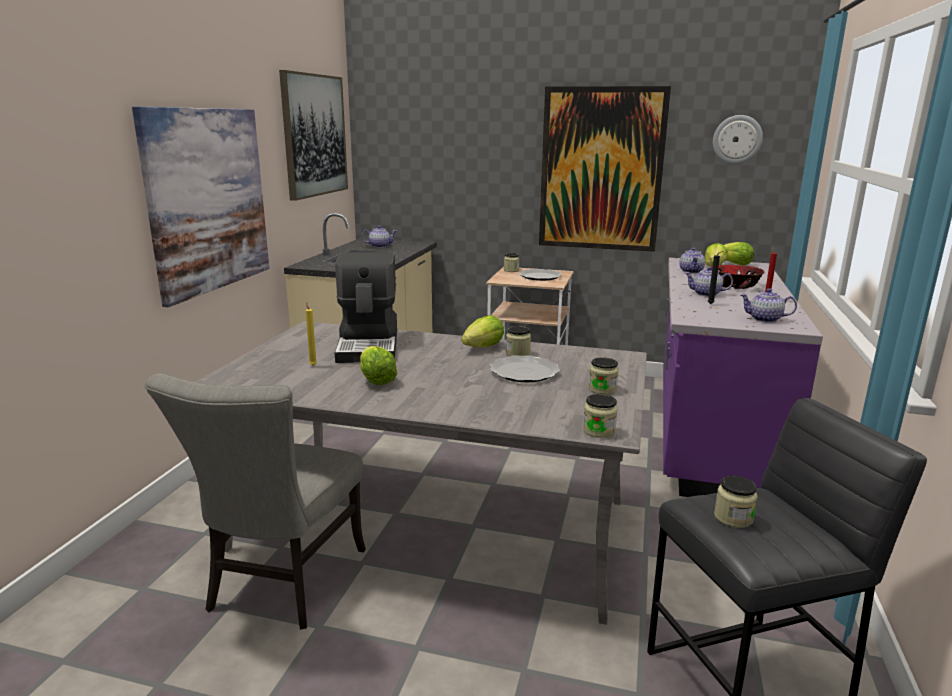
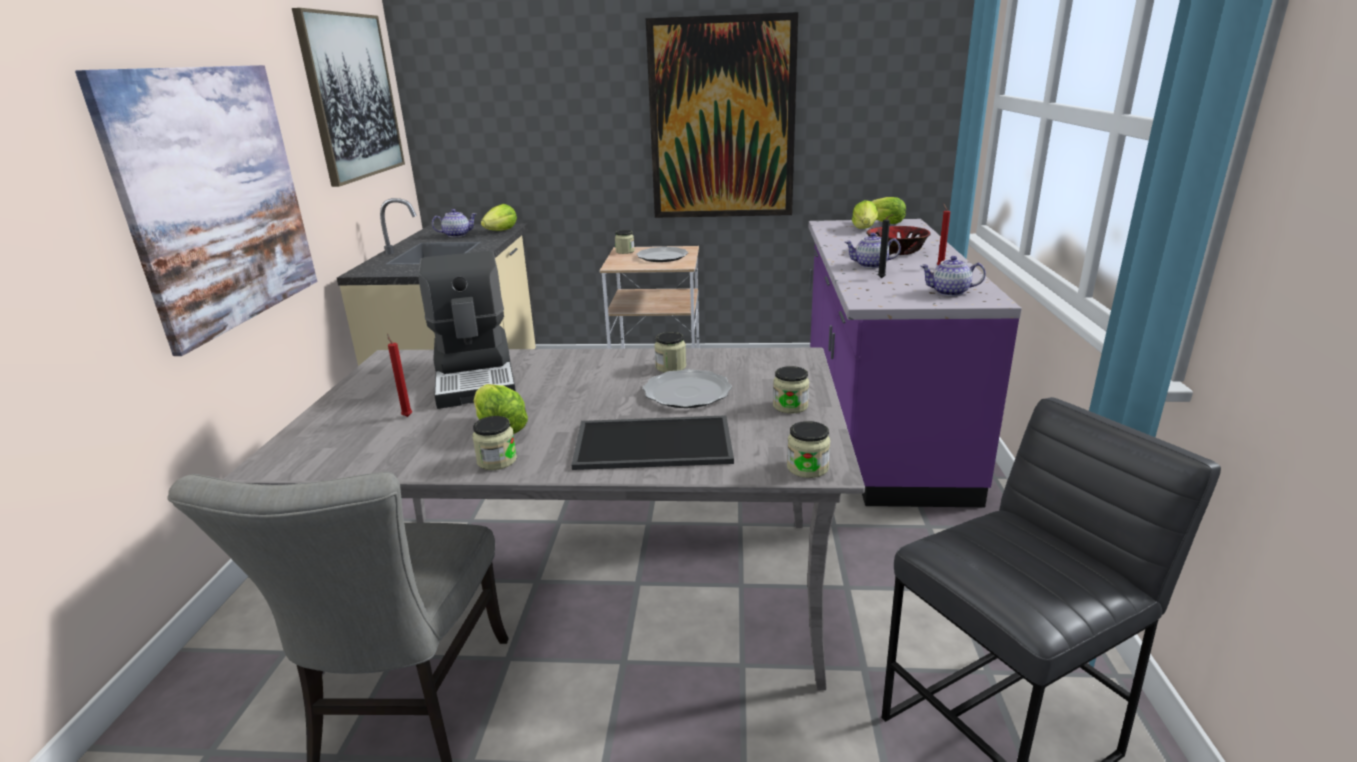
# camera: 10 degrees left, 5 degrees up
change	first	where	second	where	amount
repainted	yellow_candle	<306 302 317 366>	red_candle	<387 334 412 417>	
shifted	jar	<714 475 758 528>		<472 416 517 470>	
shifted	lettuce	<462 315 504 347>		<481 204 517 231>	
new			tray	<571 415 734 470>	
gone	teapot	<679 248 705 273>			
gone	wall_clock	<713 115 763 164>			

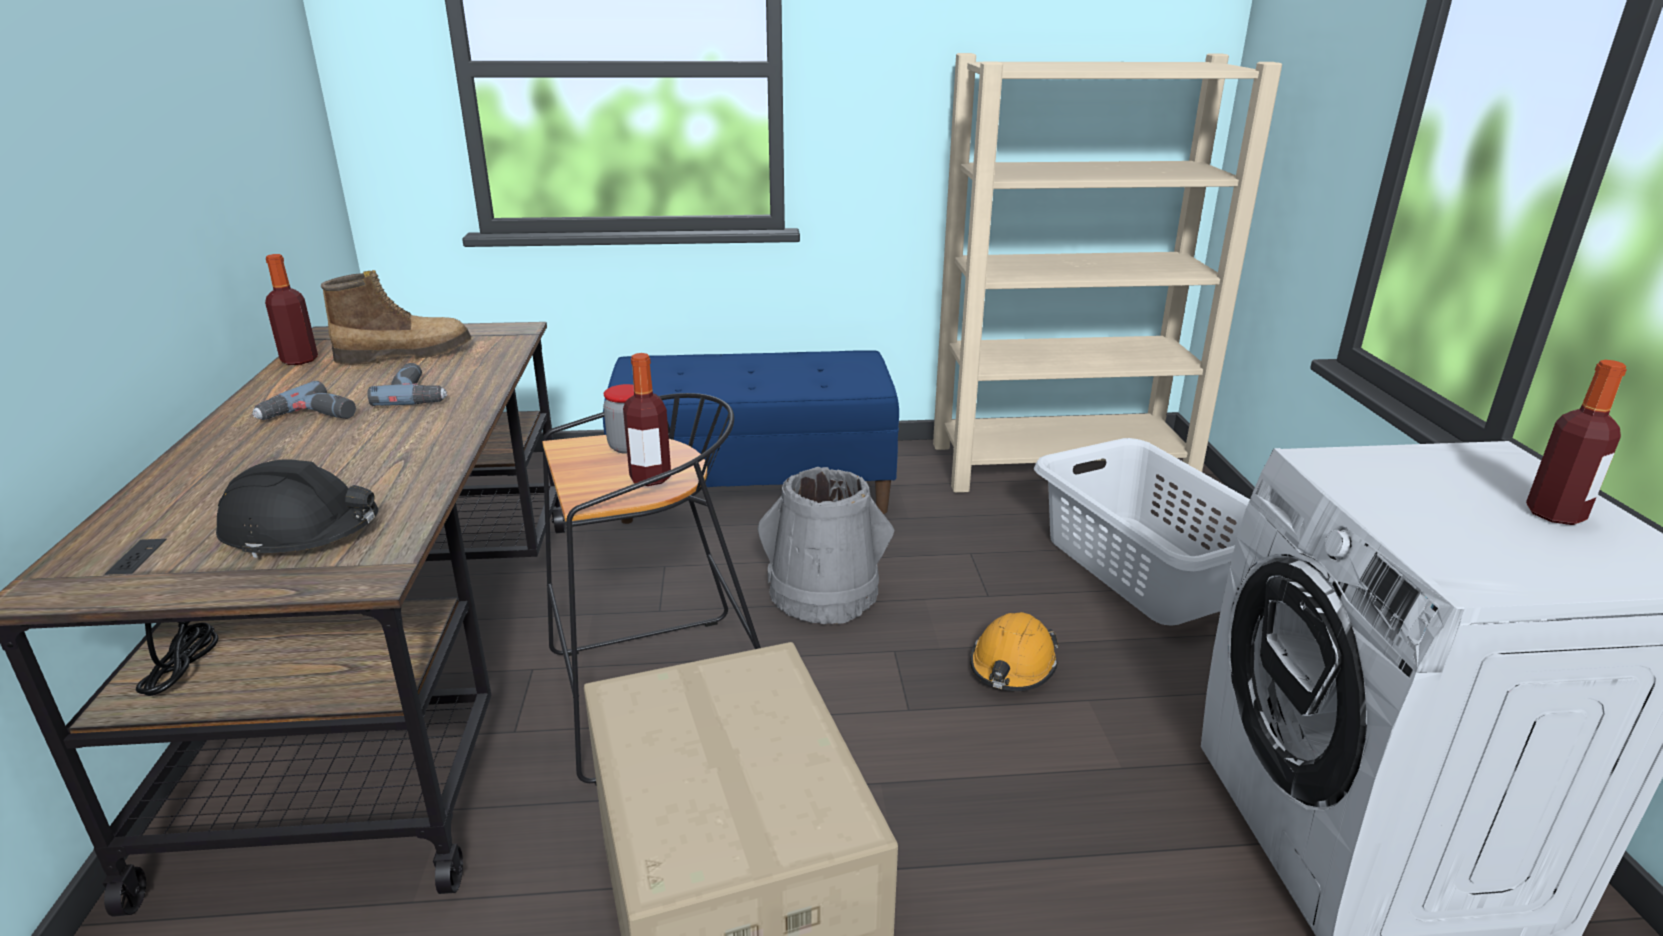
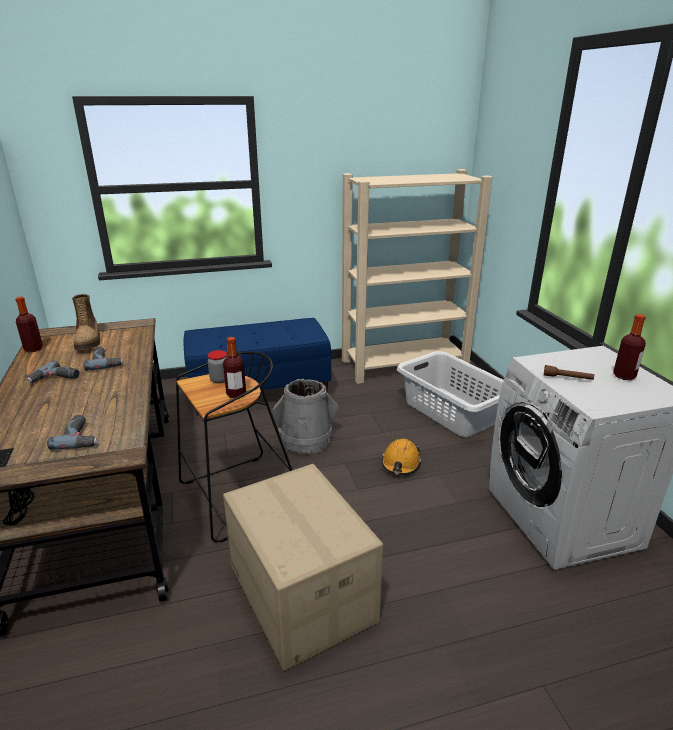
# camera: 10 degrees left, 0 degrees up
change	first	where	second	where	amount
swapped	black_hard_hat	<216 459 378 558>	power_drill	<47 415 99 449>	
rotated	boot	<321 270 471 365>		<72 294 100 350>	105 degrees clockwise
new			brown_flashlight	<544 365 594 380>	

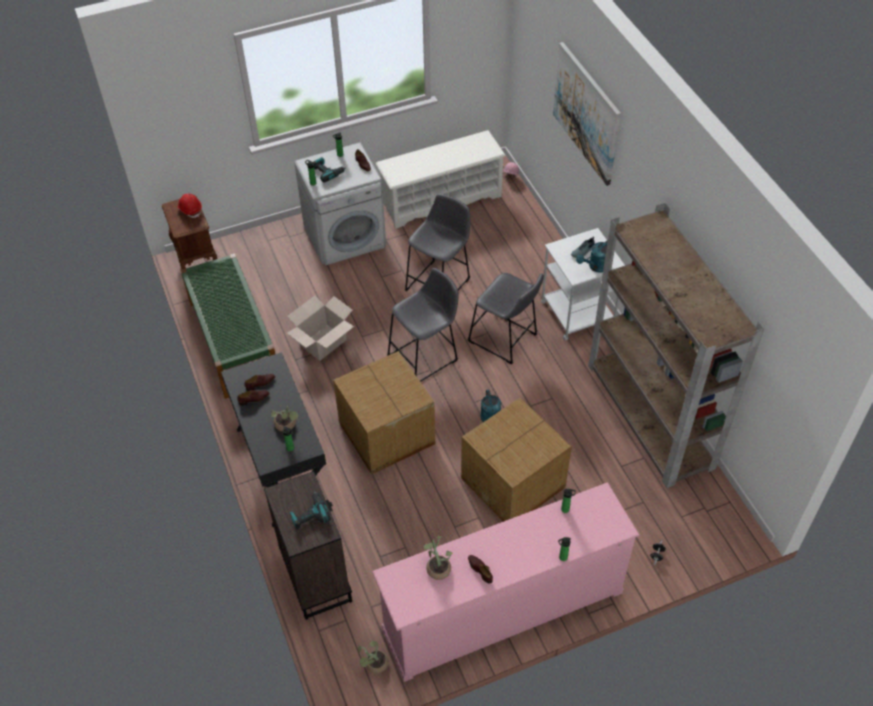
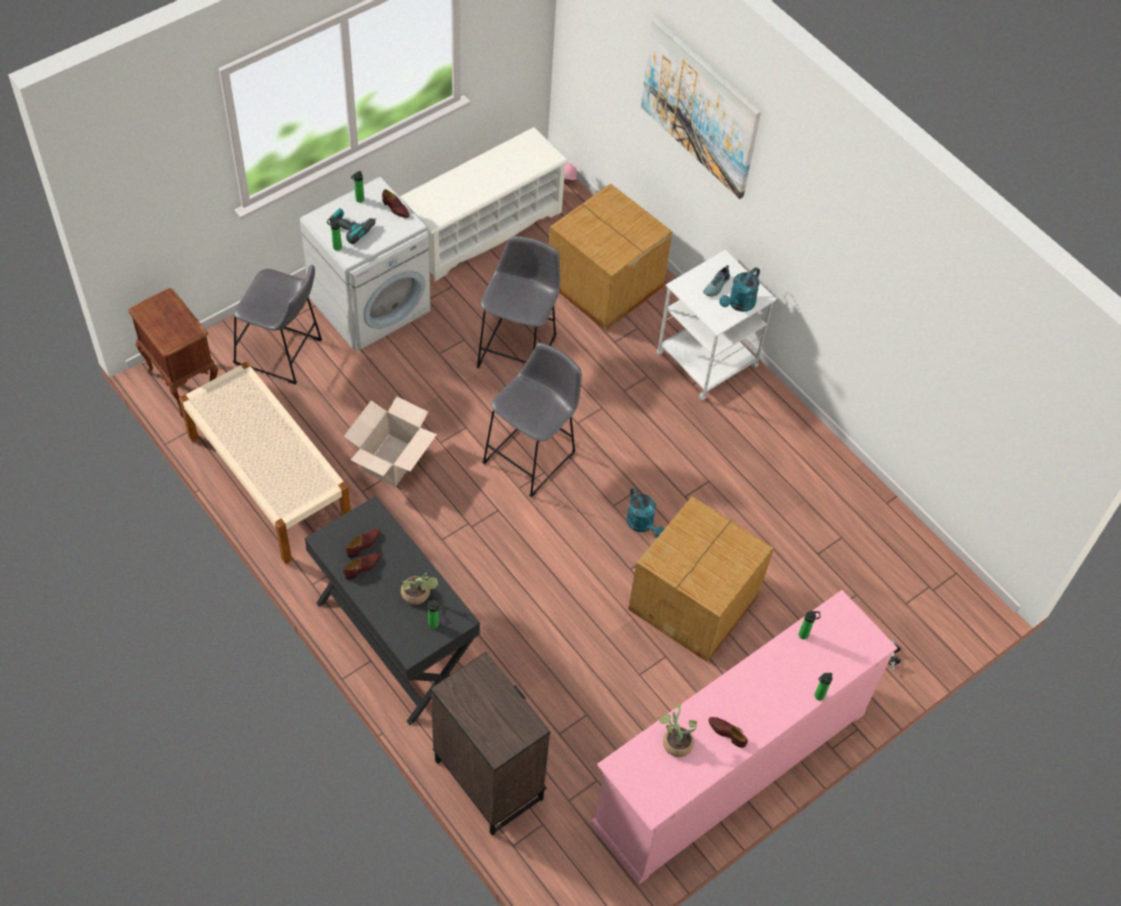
# camera: 20 degrees left, 5 degrees up
change	first	where	second	where	amount
repainted	green_bench	<180 254 275 399>	beige_bench	<179 361 351 564>	
shifted	grey_stool	<467 273 544 364>		<233 265 322 385>	
shifted	cardboard_box	<333 351 435 474>		<549 184 673 331>	
gone	red_hard_hat	<177 193 202 218>			
gone	power_drill	<290 491 331 529>			
gone	potted_plant	<358 641 388 673>			
gone	brown_bookcase	<588 202 764 488>			

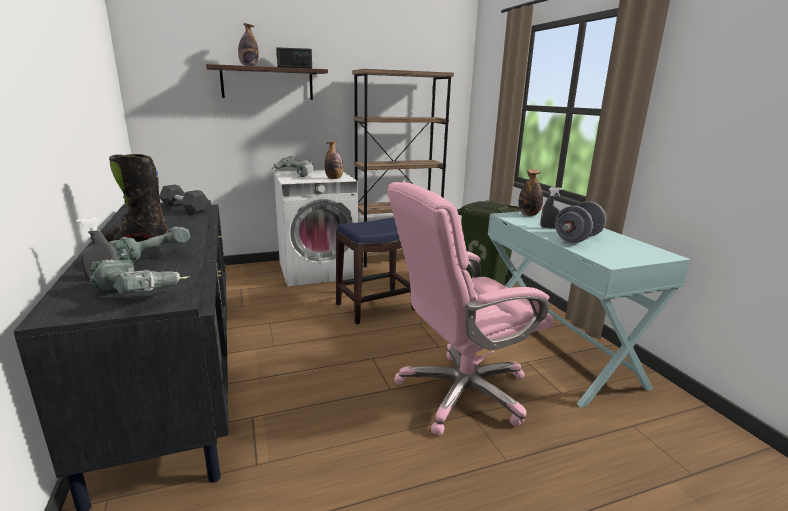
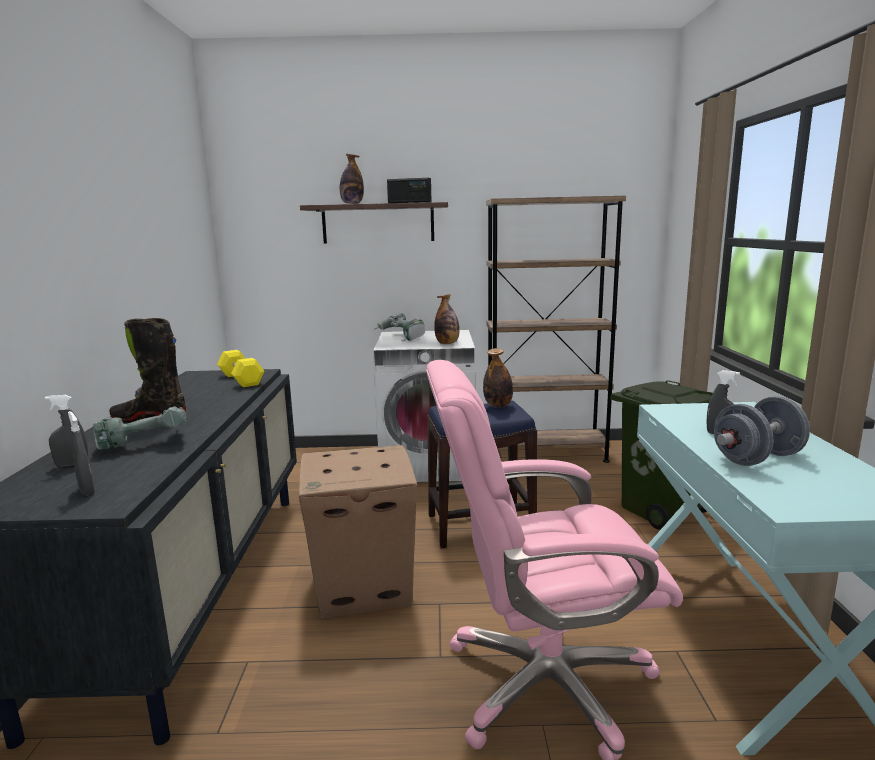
# camera: 20 degrees right, 5 degrees down
change	first	where	second	where	amount
swapped	power_drill	<90 259 190 294>	grey_spray_bottle	<68 411 94 495>	
repainted	black_dumbbell	<159 184 209 214>	yellow_dumbbell	<217 350 264 387>	
new			cardboard_box	<299 445 417 618>	
shifted	bottle	<518 169 543 216>		<483 348 513 408>	

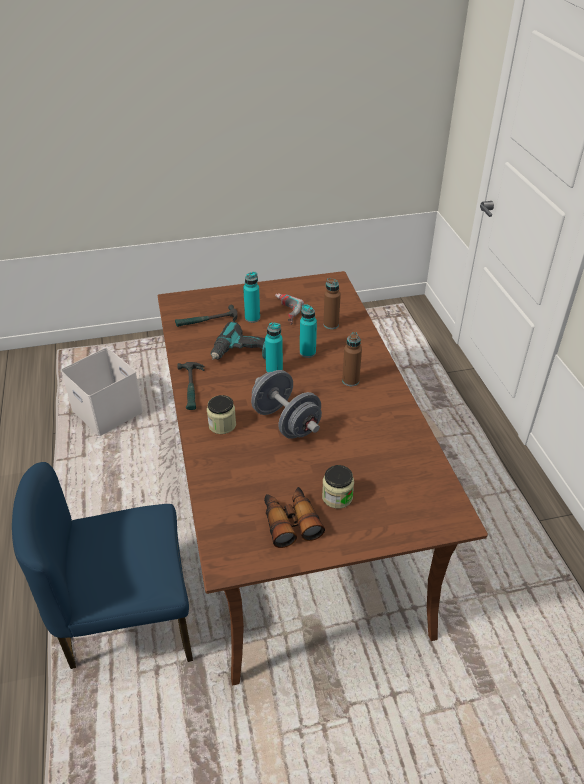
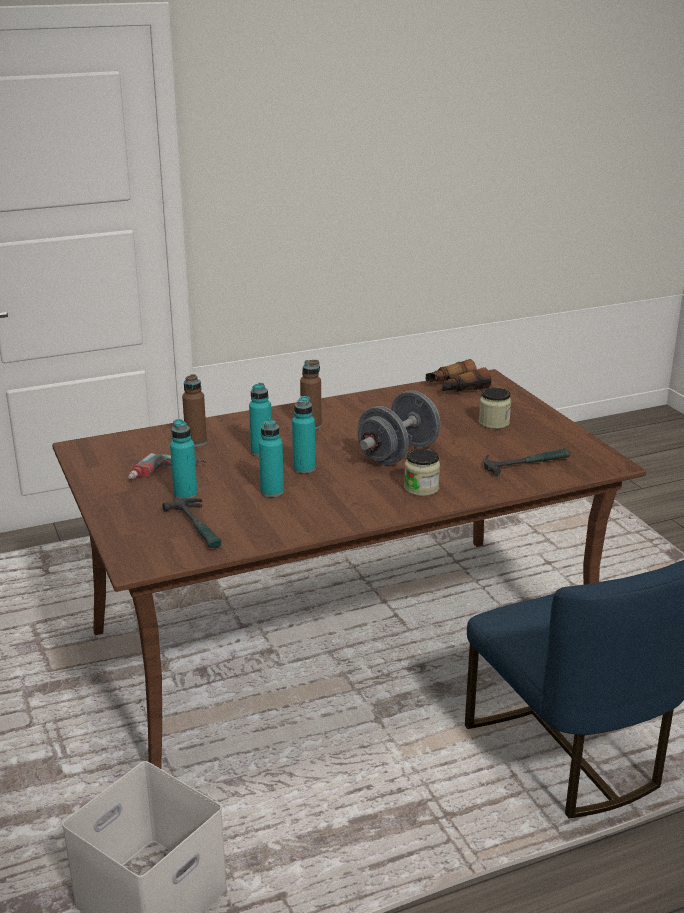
# camera: 100 degrees left, 15 degrees down
change	first	where	second	where	amount
swapped	power_drill	<210 321 266 360>	turquoise_bottle	<259 418 284 497>	
shifted	binoculars	<264 487 325 548>		<426 359 491 392>	
shifted	hammer	<177 362 205 410>		<484 448 570 475>	

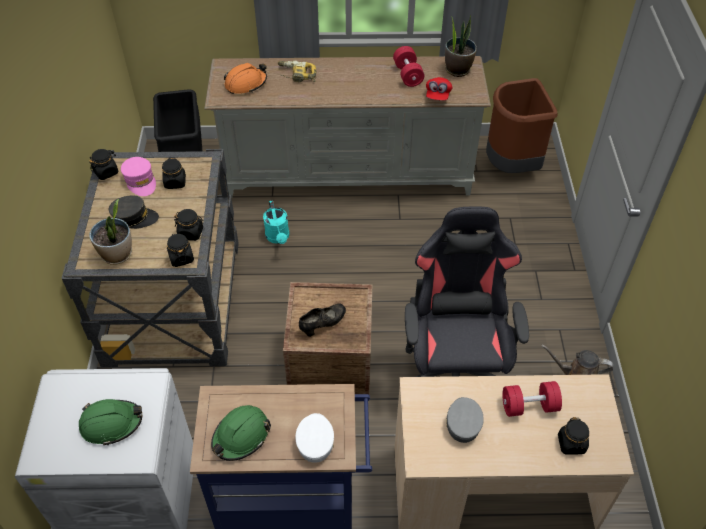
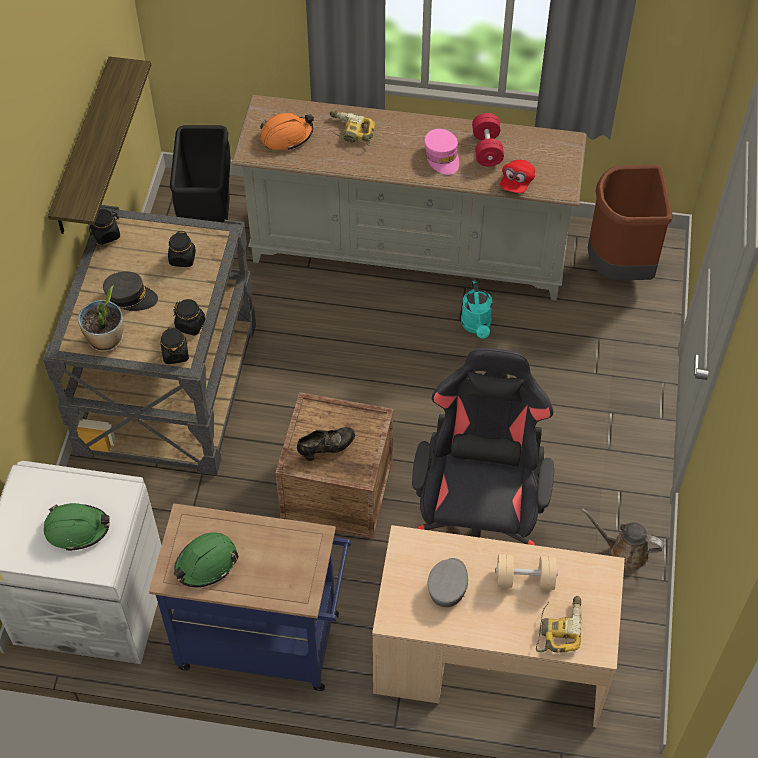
# camera: 10 degrees right, 5 degrees up
change	first	where	second	where	amount
new			shelf	<48 57 151 234>	
shifted	pink_cap	<121 157 156 196>		<424 129 459 175>	
shifted	turquoise_watering_can	<263 201 290 244>		<461 281 493 339>	
repainted	red_dumbbell	<502 381 562 417>	beige_dumbbell	<495 554 558 590>	
swapped	black_jar	<558 417 589 455>	power_drill	<536 596 582 652>	
gone	white_cap	<295 413 334 463>			
gone	potted_plant	<445 15 477 77>			

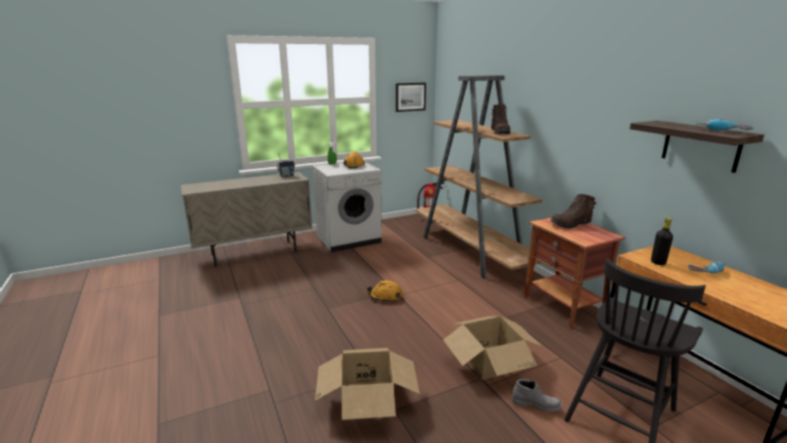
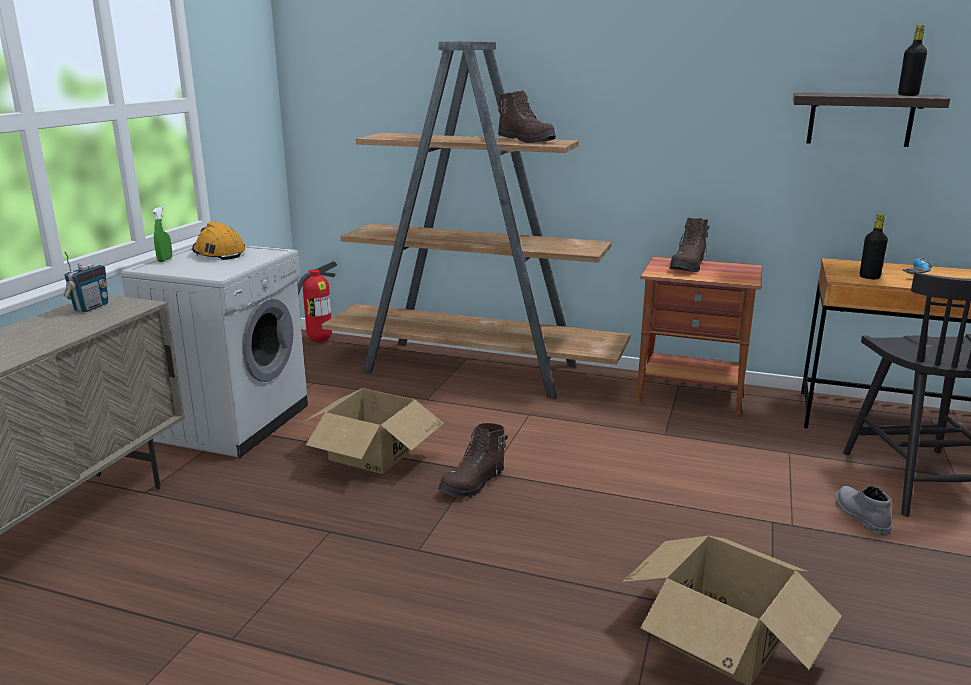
# camera: 45 degrees left, 0 degrees up
change	first	where	second	where	amount
shifted	cardboard_box	<443 316 543 380>		<300 388 444 474>	
swapped	orange_hard_hat	<367 280 403 302>	brown_boot	<438 423 508 498>	
rotated	grey_boot	<511 379 562 412>		<836 486 892 535>	75 degrees counterclockwise
swapped	power_drill	<696 119 754 131>	black_bottle	<898 25 927 96>	
gone	picture	<396 83 426 112>			

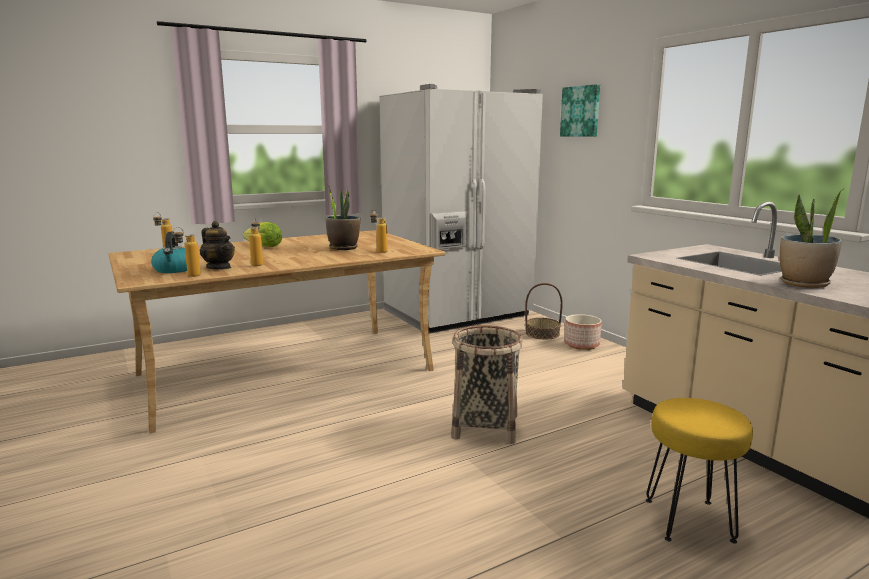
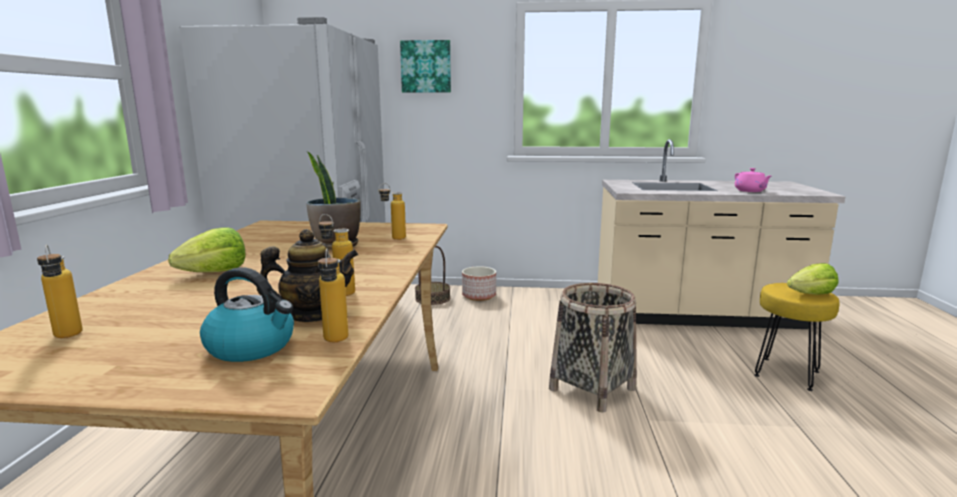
# camera: 55 degrees left, 0 degrees up
change	first	where	second	where	amount
swapped	potted_plant	<780 189 844 288>	pink_teapot	<735 168 771 192>	
new			lettuce	<787 263 838 295>	

